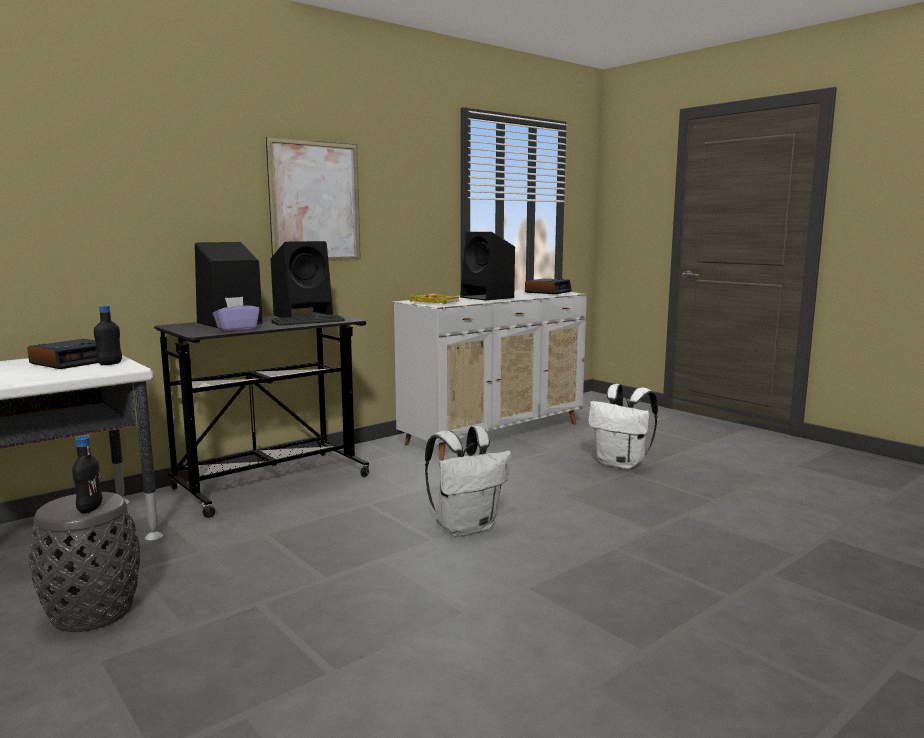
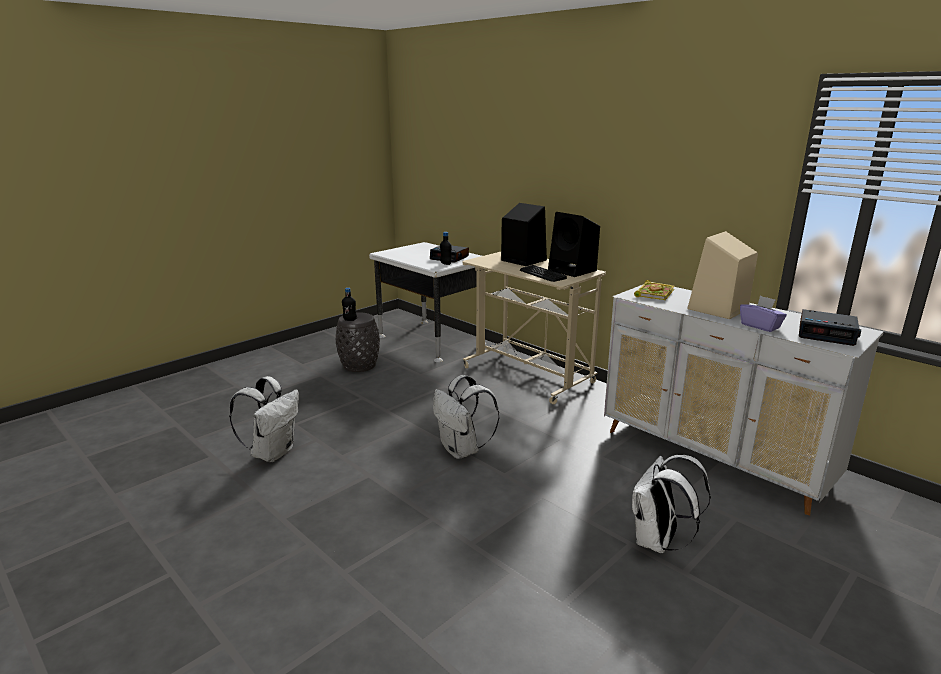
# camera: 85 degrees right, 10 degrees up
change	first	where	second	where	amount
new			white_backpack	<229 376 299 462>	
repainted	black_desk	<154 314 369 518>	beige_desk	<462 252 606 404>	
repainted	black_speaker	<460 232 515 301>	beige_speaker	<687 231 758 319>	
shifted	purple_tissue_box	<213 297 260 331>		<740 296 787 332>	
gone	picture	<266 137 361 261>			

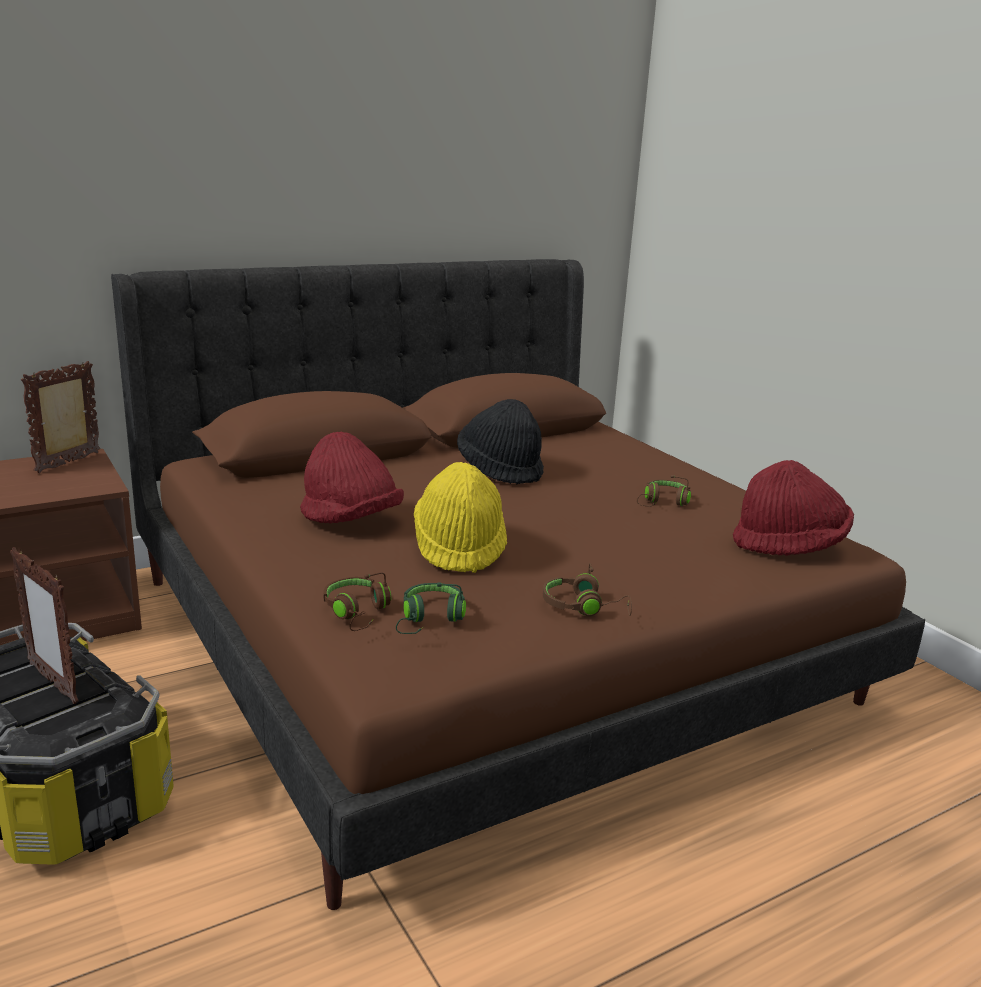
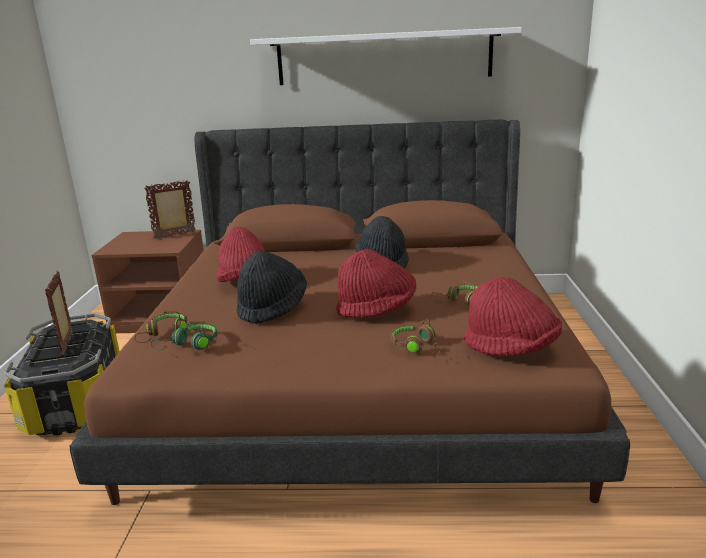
# camera: 35 degrees right, 0 degrees up
change	first	where	second	where	amount
repainted	yellow_hat	<414 462 507 573>	black_hat	<237 250 307 324>	
new			white_shelf	<250 27 522 85>	
new			red_hat	<336 249 416 318>	
shifted	brown_headphones	<543 563 632 616>		<391 318 442 358>	

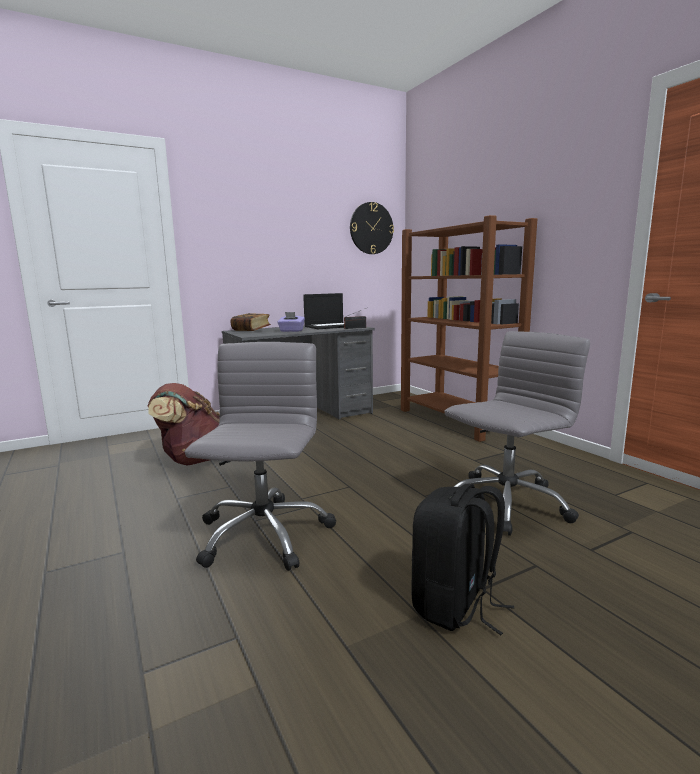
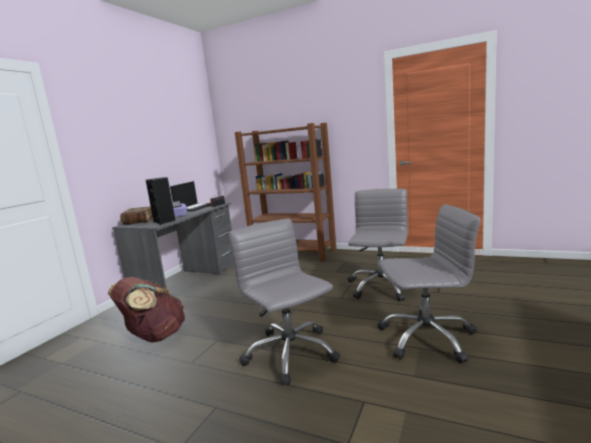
# camera: 35 degrees left, 0 degrees up
change	first	where	second	where	amount
new			black_speaker	<146 177 175 225>	
swapped	black_backpack	<411 484 514 635>	grey_office_chair	<377 204 481 363>	
gone	wall_clock	<350 202 394 254>			

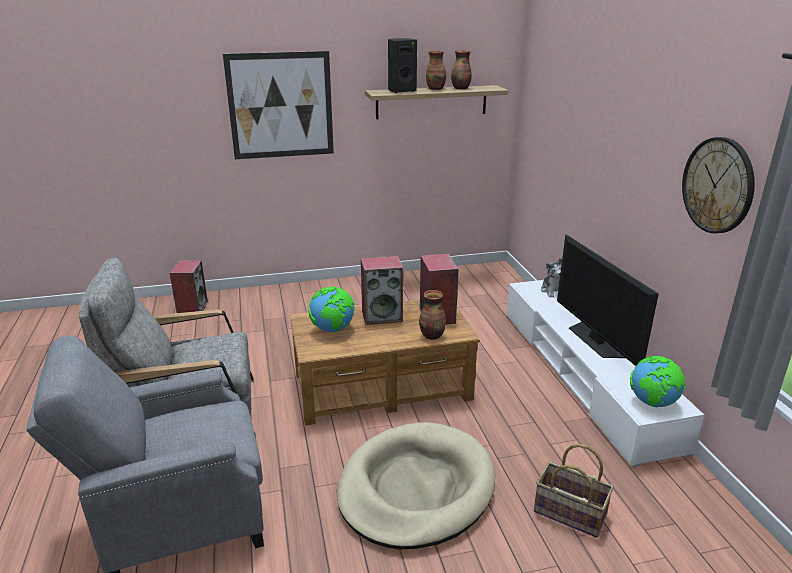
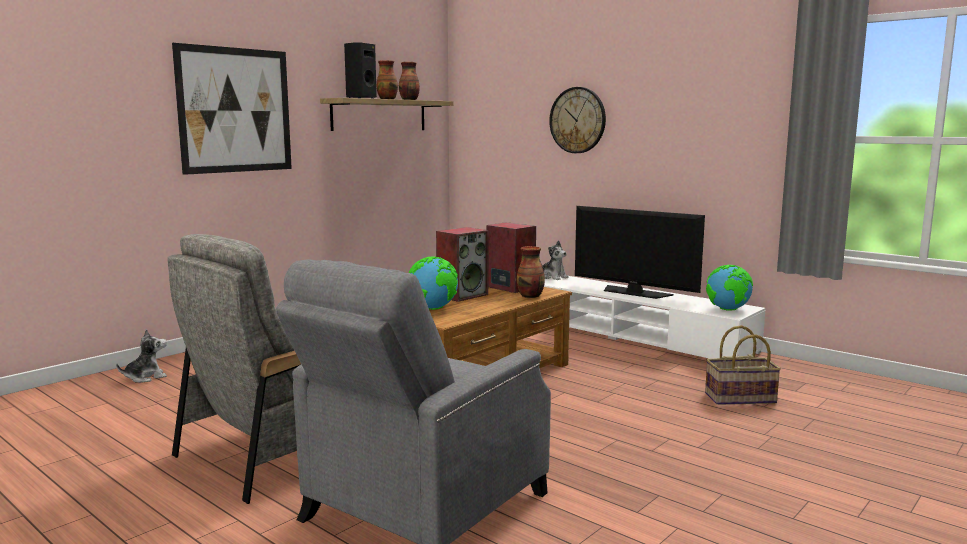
# camera: 35 degrees left, 15 degrees down
change	first	where	second	where	amount
swapped	speaker	<170 260 208 313>	plush_toy	<116 329 167 383>	
shifted	wall_clock	<682 137 755 234>		<549 87 606 153>	
gone	beige_dog_bed	<337 422 495 549>			

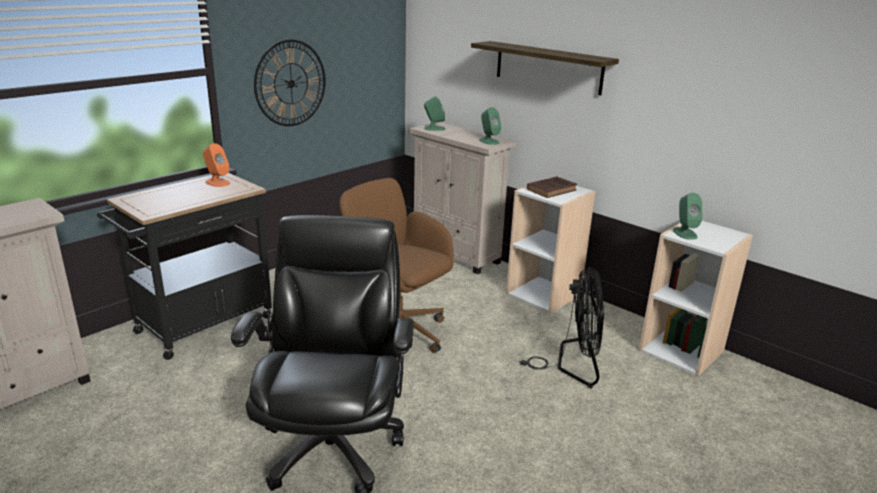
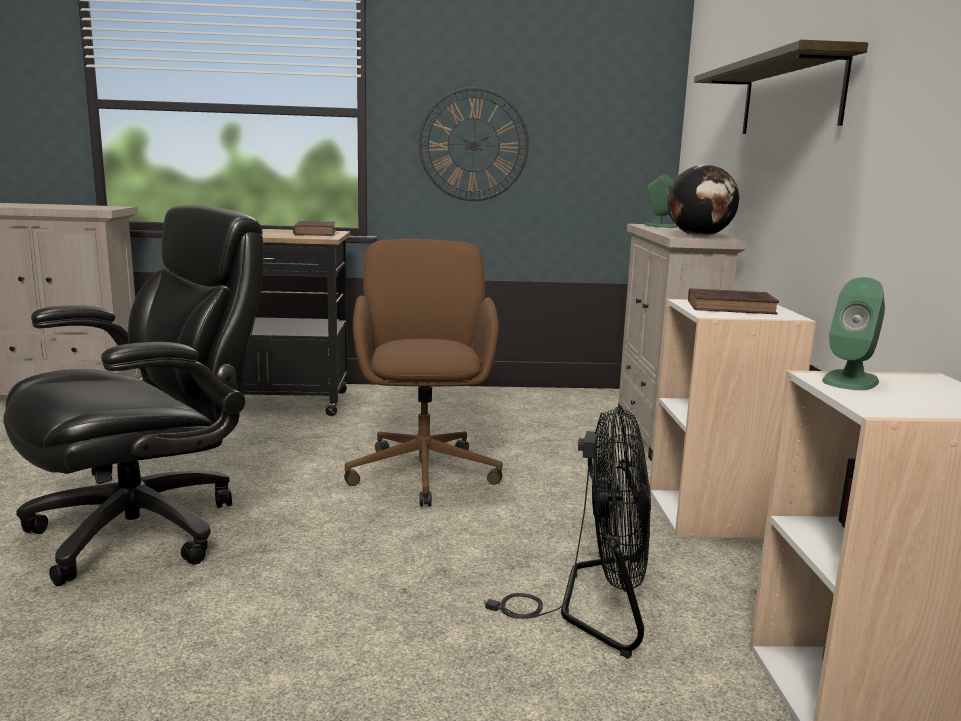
# camera: 45 degrees right, 10 degrees down
change	first	where	second	where	amount
swapped	orange_speaker	<203 143 230 187>	brown_book	<293 221 336 236>	
rotated	black_fan	<520 267 604 389>		<483 407 651 659>	45 degrees counterclockwise
swapped	green_speaker	<479 107 501 145>	globe	<667 165 739 236>	

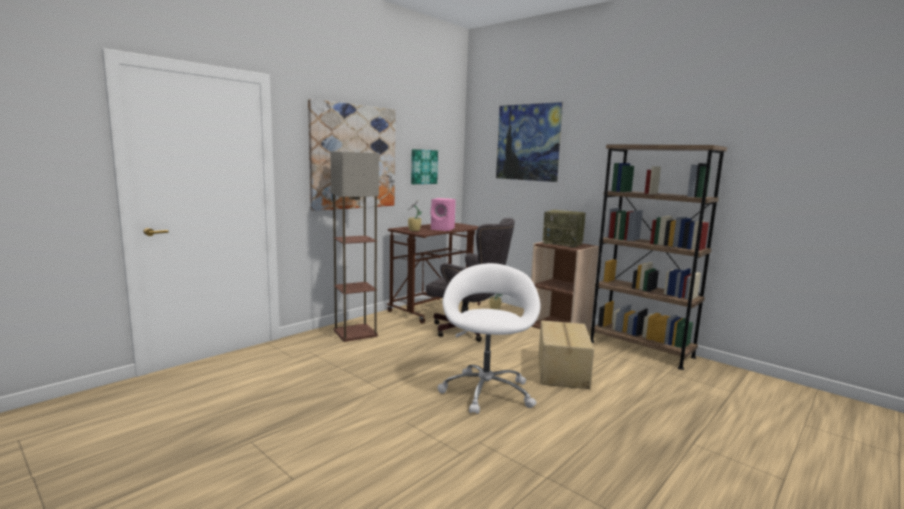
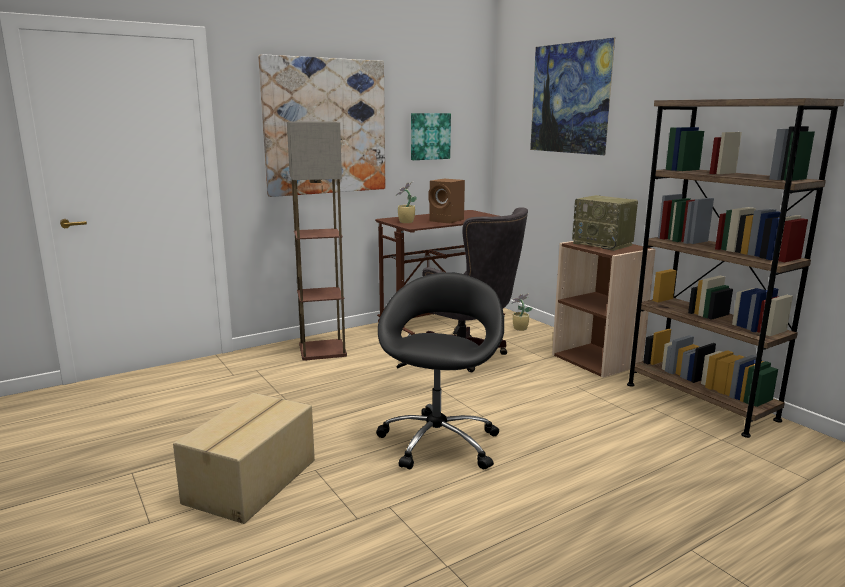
# camera: 15 degrees right, 5 degrees up
change	first	where	second	where	amount
shifted	cardboard_box	<538 320 594 389>		<173 393 315 524>	
repainted	white_office_chair	<438 263 541 414>	black_office_chair	<376 272 504 469>	
repainted	pink_speaker	<431 198 456 231>	brown_speaker	<429 179 465 223>	

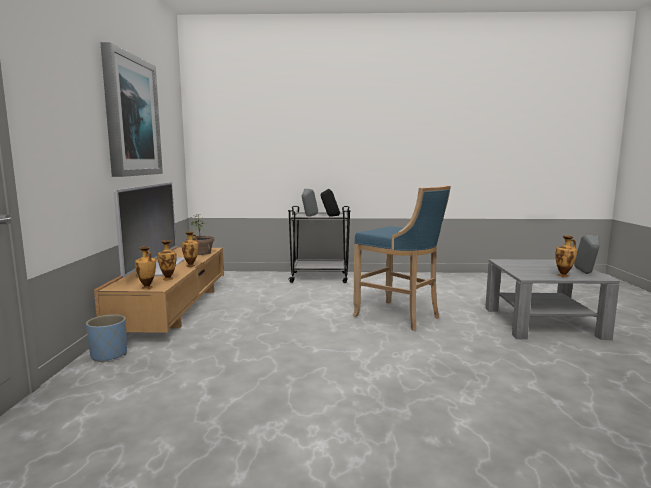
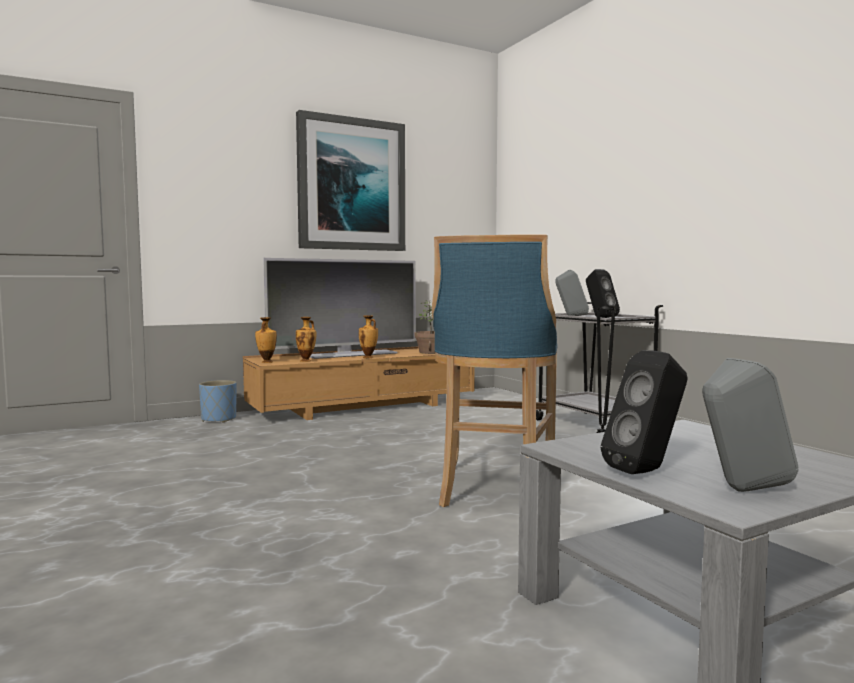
# camera: 60 degrees right, 5 degrees down
change	first	where	second	where	amount
swapped	vase	<555 235 577 277>	black_speaker	<601 350 688 474>	

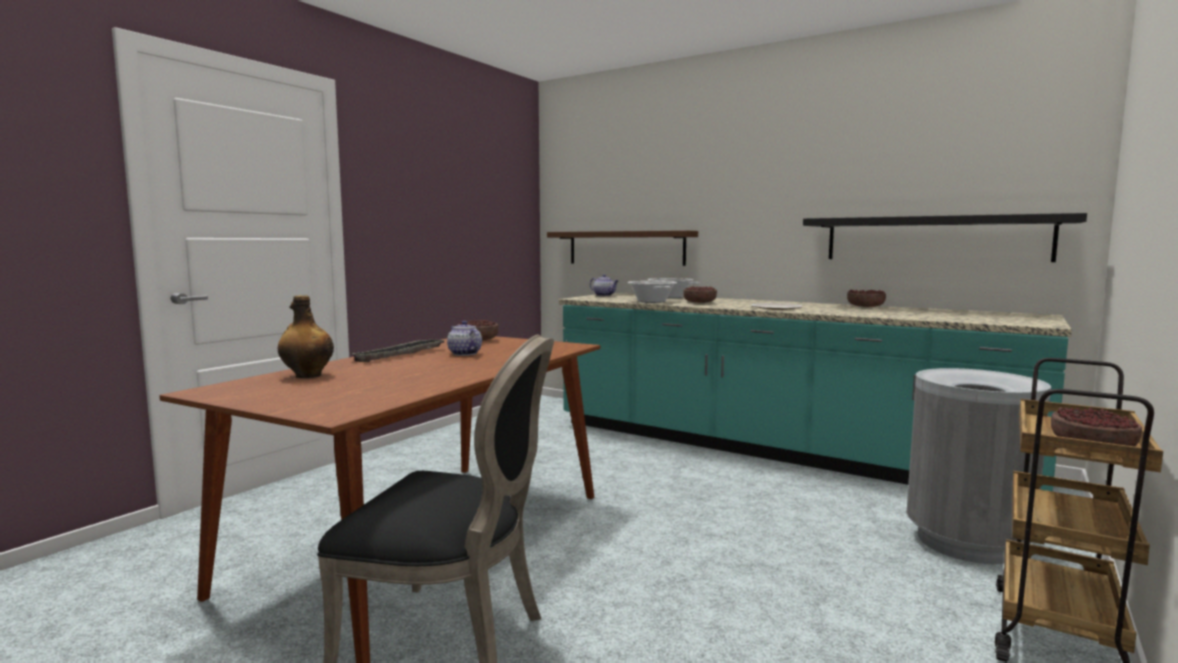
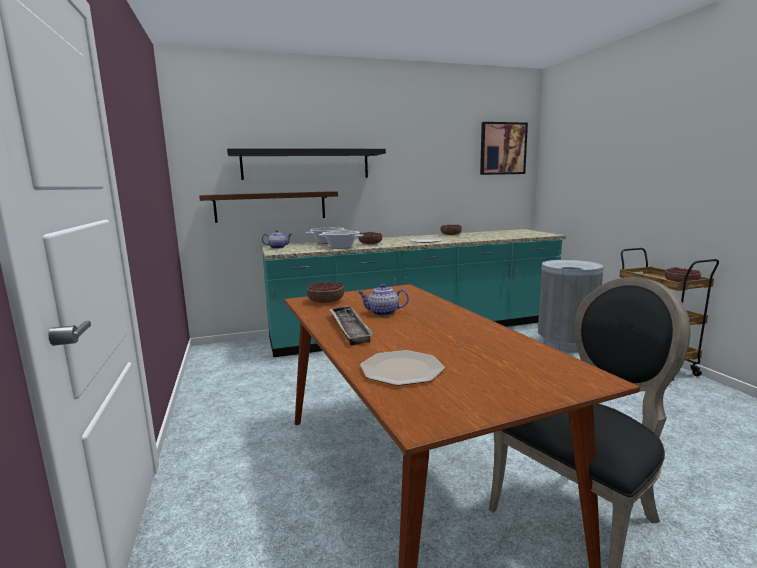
# camera: 50 degrees left, 5 degrees up
change	first	where	second	where	amount
shifted	black_shelf	<803 213 1087 262>		<227 149 386 180>	
swapped	bottle	<278 295 334 378>	plate	<360 350 445 386>	
new			picture	<480 122 528 175>	

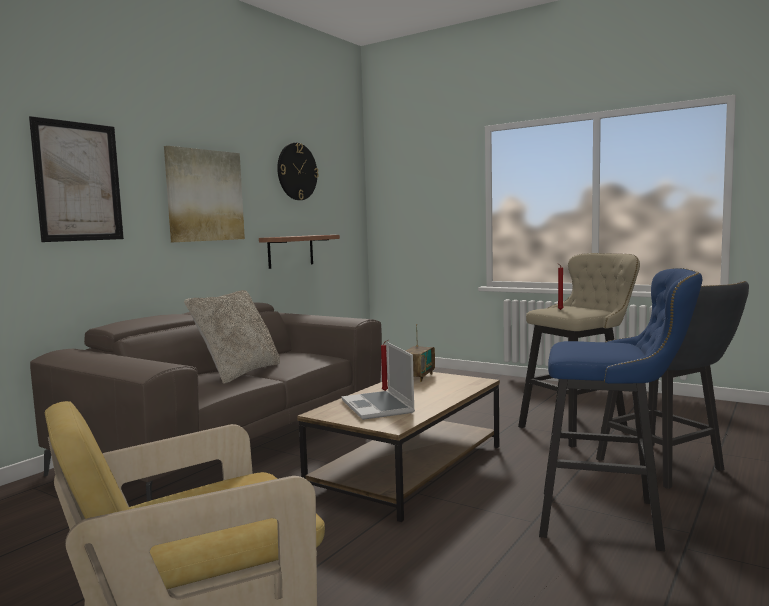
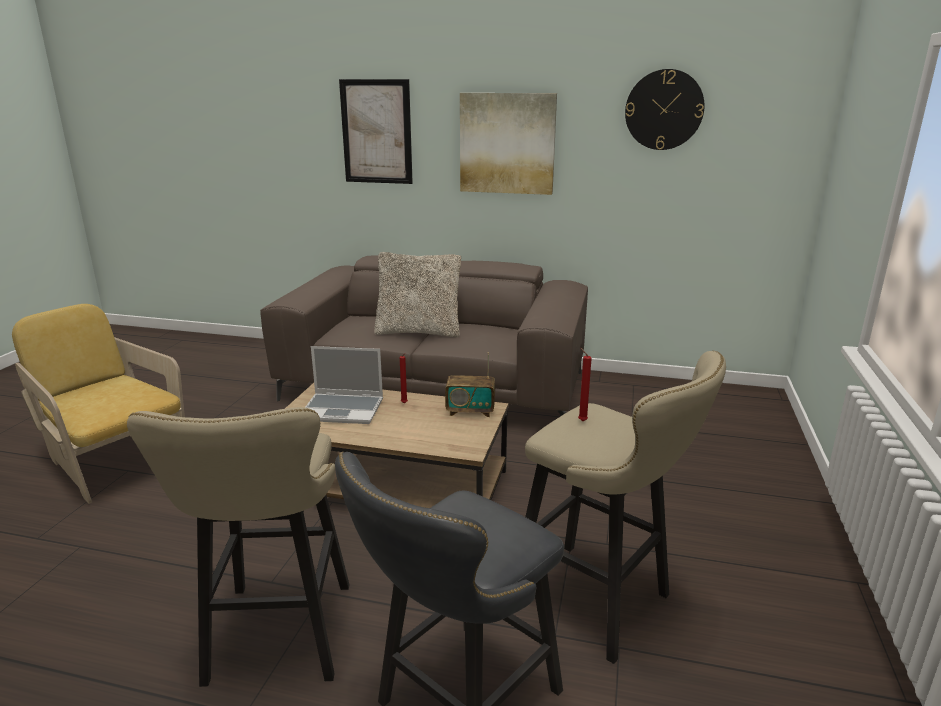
# camera: 70 degrees right, 15 degrees up
change	first	where	second	where	amount
repainted	blue_stool	<539 268 702 551>	beige_stool	<127 407 350 687>	
rotated	laptop	<341 342 415 420>		<305 346 383 424>	135 degrees counterclockwise
gone	shelf	<259 235 340 269>			

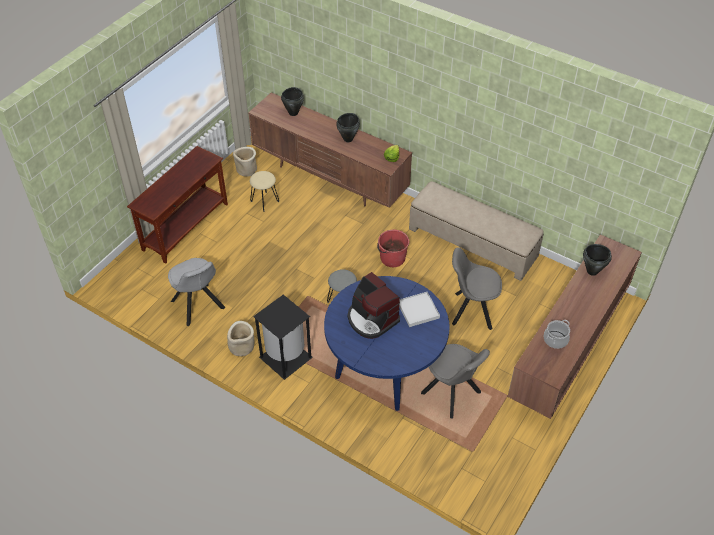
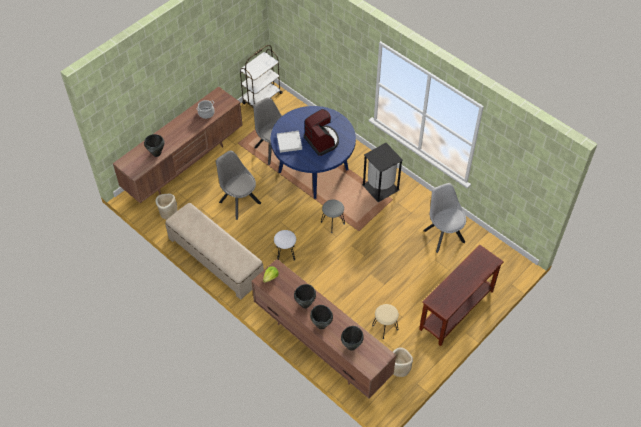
# camera: 170 degrees left, 5 degrees up
change	first	where	second	where	amount
shifted	beige_planter	<227 321 255 356>		<156 194 177 219>	
rotated	grey_chair	<452 247 502 330>		<216 151 261 220>	150 degrees counterclockwise
new			white_cart	<240 45 283 107>	
swapped	red_bucket	<377 230 409 267>	white_stool	<274 230 296 261>	
new			black_cooking_pot	<310 305 333 329>	

